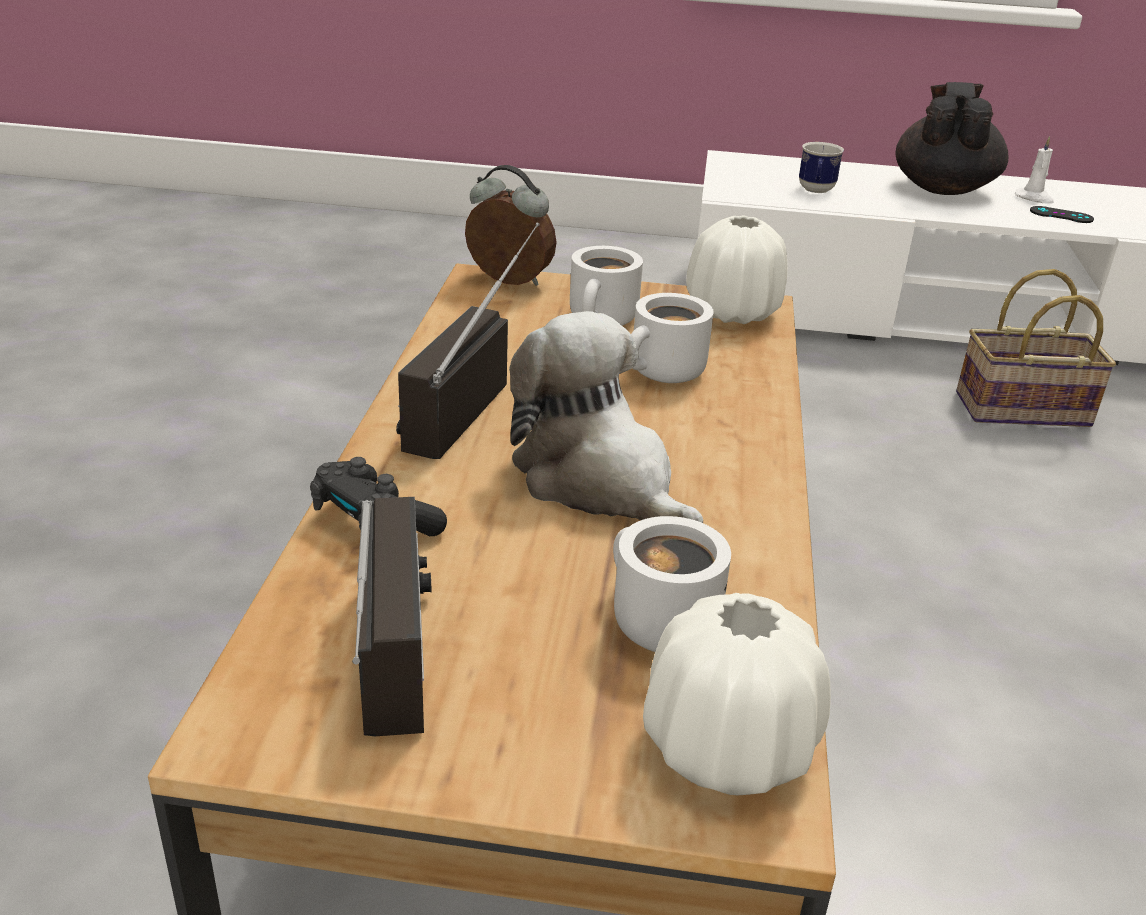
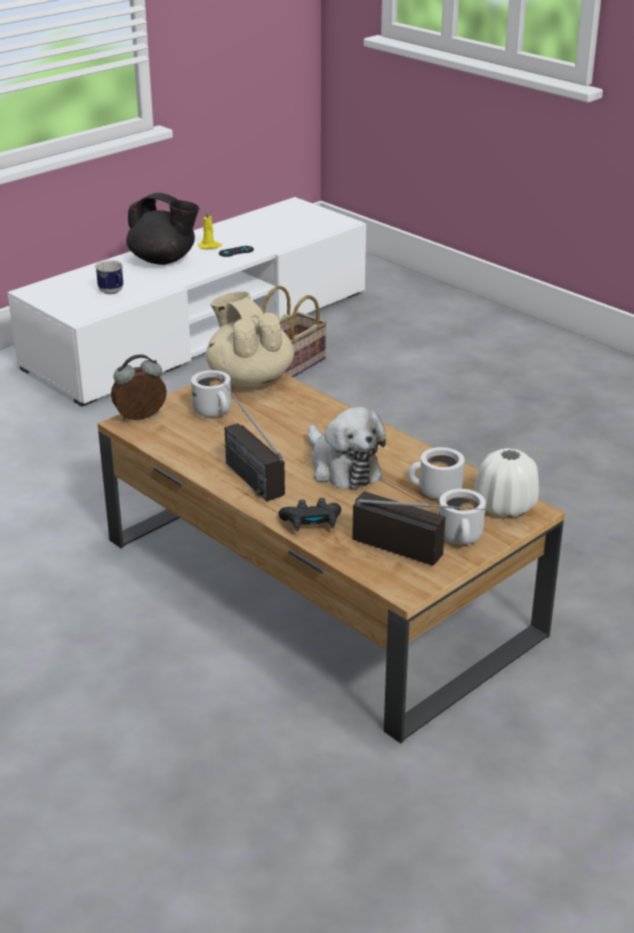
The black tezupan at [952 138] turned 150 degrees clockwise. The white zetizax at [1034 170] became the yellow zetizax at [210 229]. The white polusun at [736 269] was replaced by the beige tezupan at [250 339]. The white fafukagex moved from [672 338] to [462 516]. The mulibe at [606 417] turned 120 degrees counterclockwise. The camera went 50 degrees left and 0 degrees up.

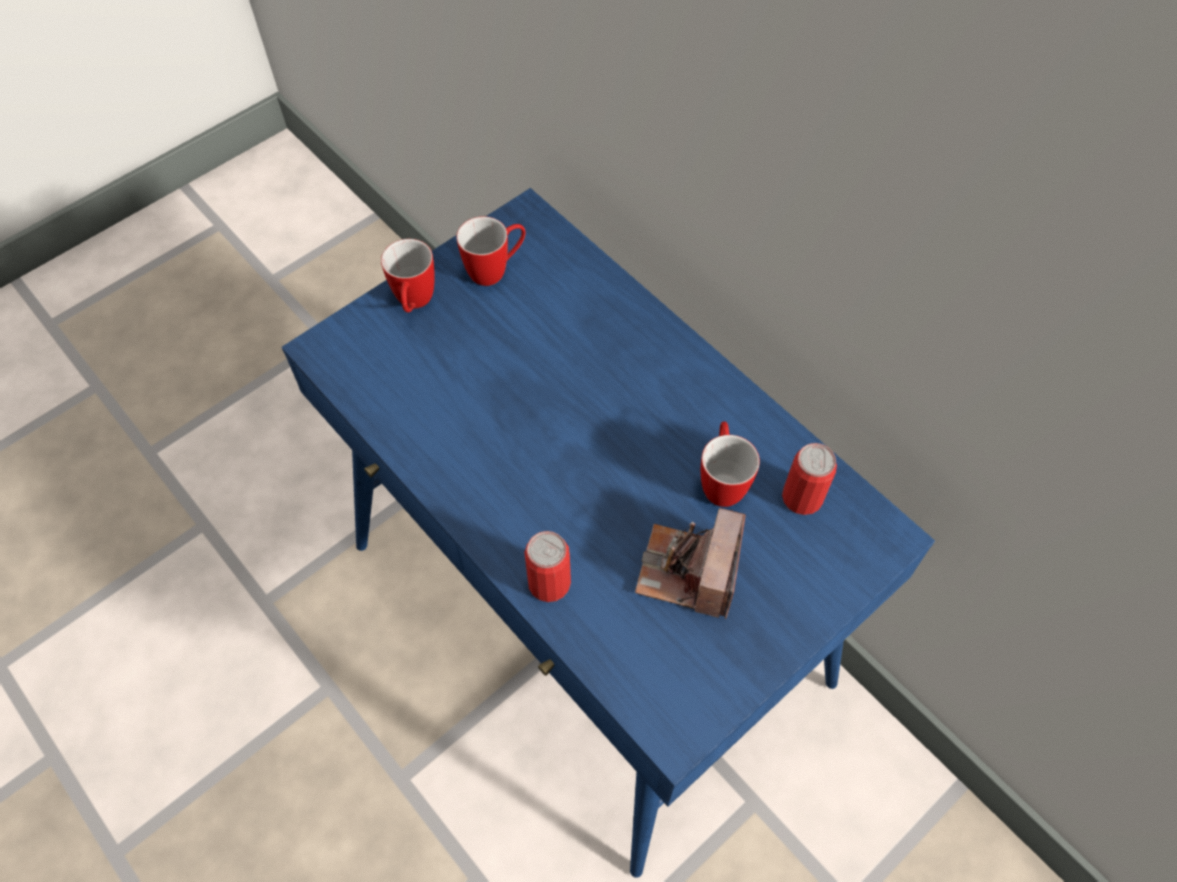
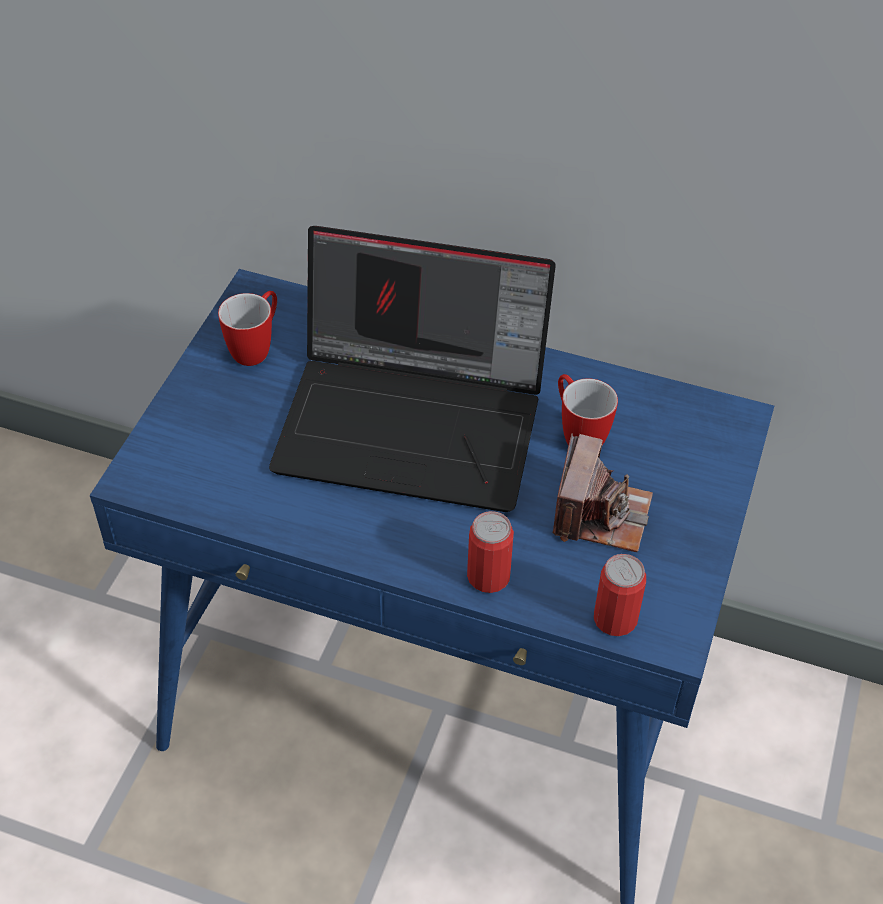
The fafukagex at [408 275] disappeared. The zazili moved from [809 479] to [620 595]. The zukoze at [690 563] turned 150 degrees counterclockwise. The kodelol at [412 369] appeared. The camera went 30 degrees left and 10 degrees down.

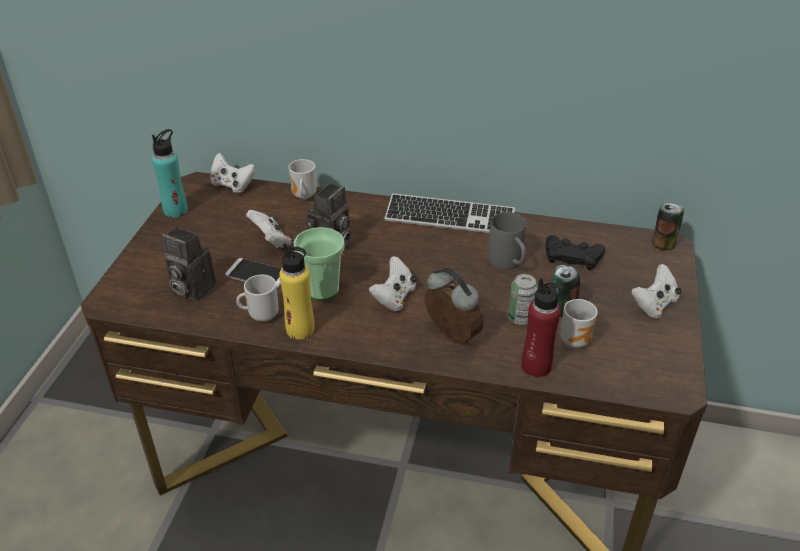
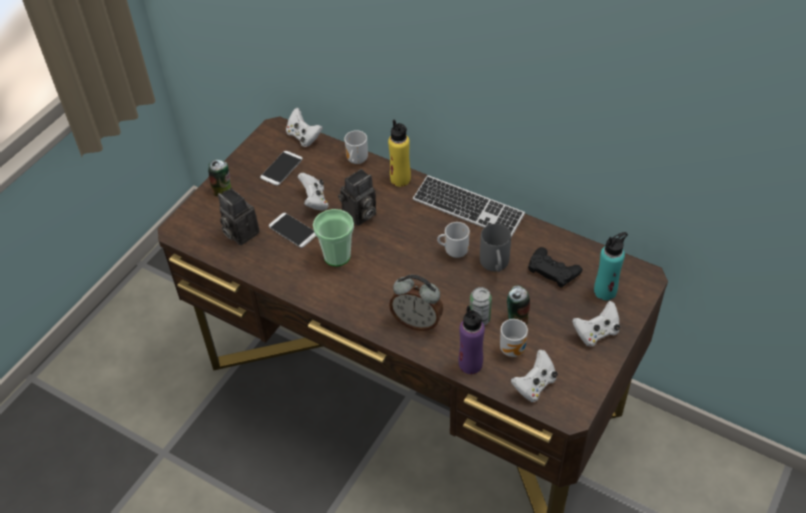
The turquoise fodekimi moved from [170 173] to [611 266]. The zazili moved from [668 226] to [219 178]. The yellow fodekimi moved from [297 291] to [399 153]. The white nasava moved from [393 283] to [534 376]. The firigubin at [454 306] turned 135 degrees clockwise. The fafukagex moved from [257 298] to [453 240]. The red fodekimi at [543 327] became the purple fodekimi at [472 339]. The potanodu at [281 168] appeared. The camera went 20 degrees right and 10 degrees up.

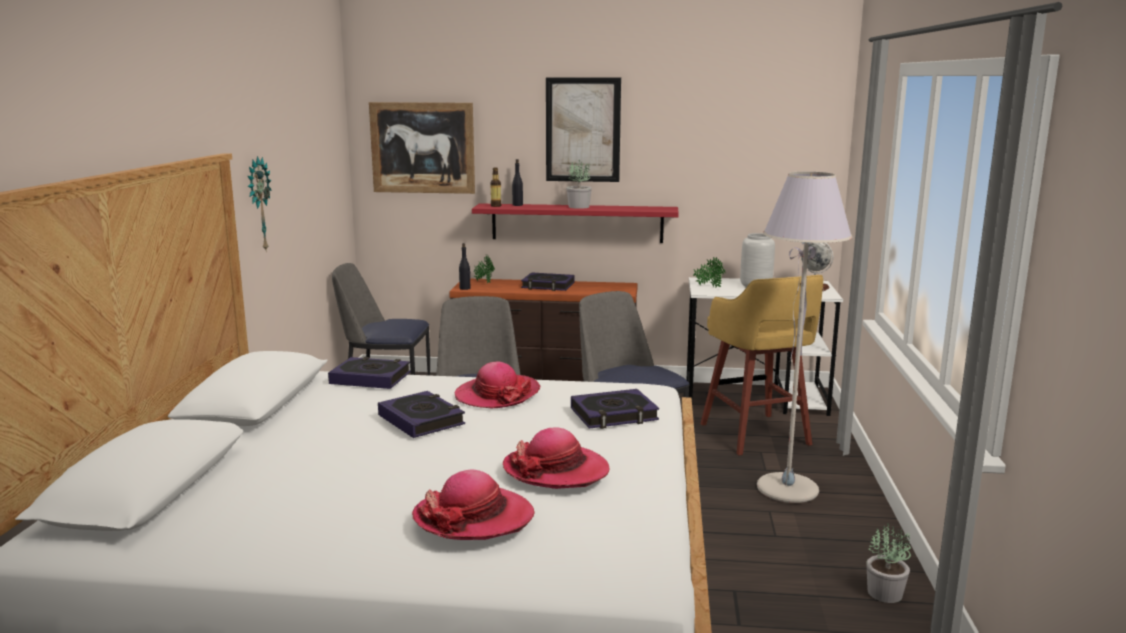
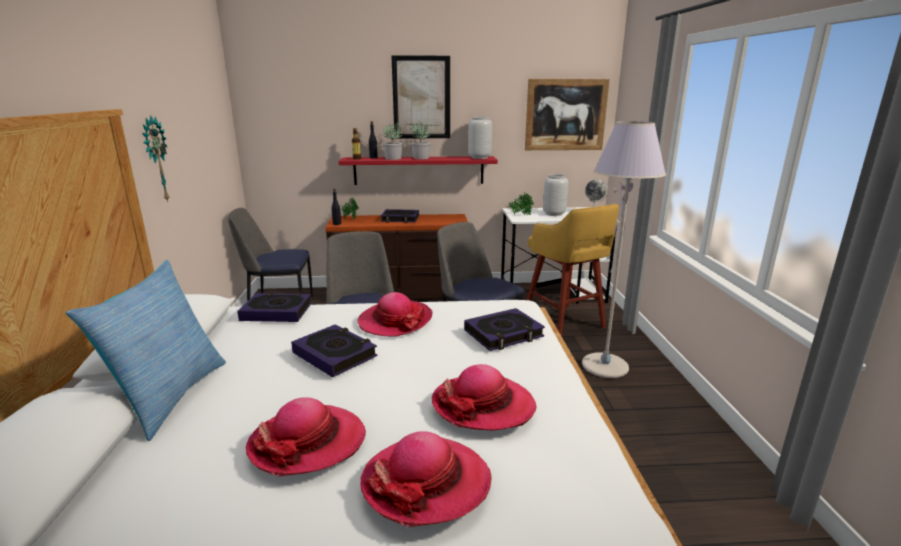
The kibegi moved from [422 148] to [567 114]. The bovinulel moved from [888 563] to [393 141]. The grey polusun at [480 138] appeared. The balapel at [145 350] appeared. The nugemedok at [306 437] appeared. The camera went 10 degrees left and 5 degrees up.

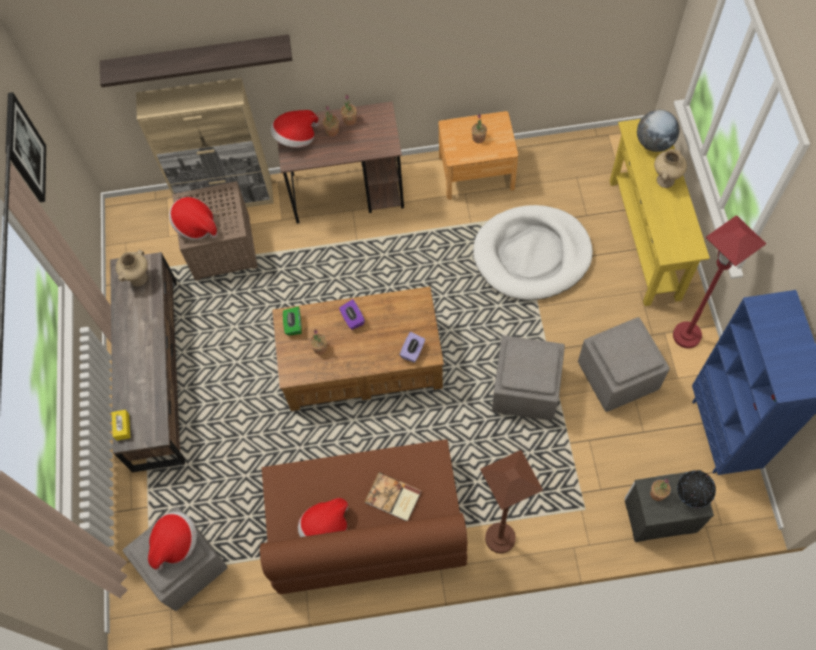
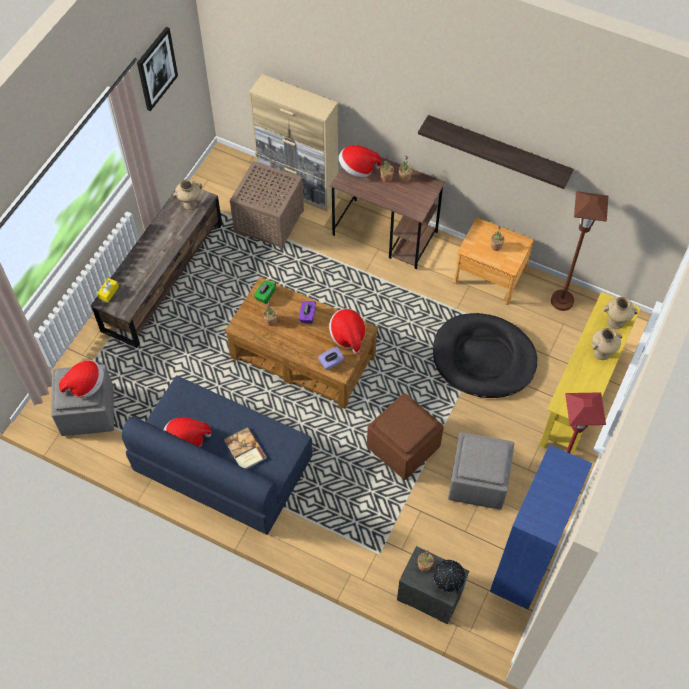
The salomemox moved from [196 60] to [496 152]. The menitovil at [658 131] was replaced by the beige polusun at [621 313]. The nugemedok moved from [193 218] to [347 331]. The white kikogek at [533 252] became the black kikogek at [485 355]. The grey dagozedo at [528 378] became the brown dagozedo at [405 436]. The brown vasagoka at [364 516] became the blue vasagoka at [217 455]. The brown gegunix moved from [511 502] to [579 251]. The camera went 30 degrees right and 5 degrees down.

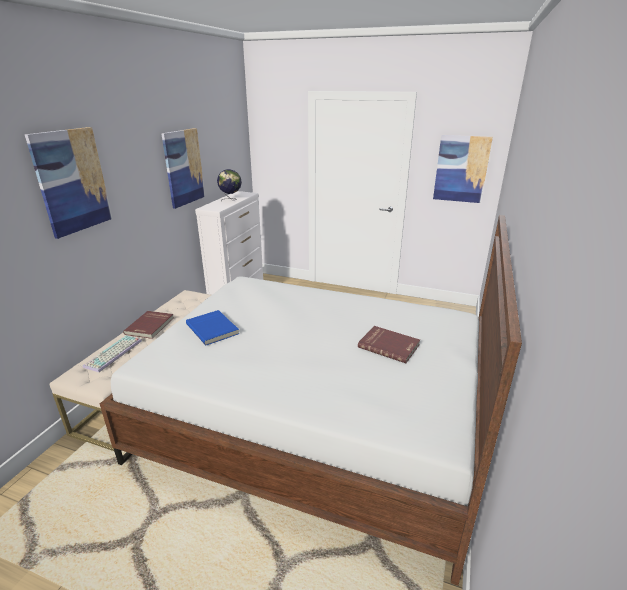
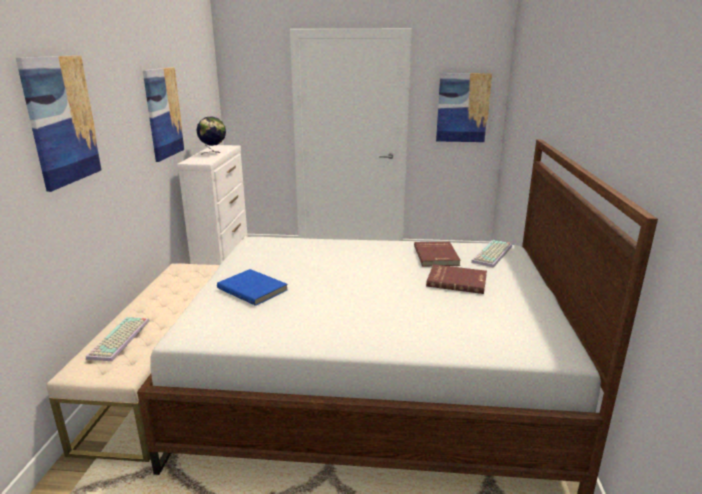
The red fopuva moved from [148 325] to [437 254]. The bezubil at [491 254] appeared. The camera went 15 degrees left and 5 degrees down.

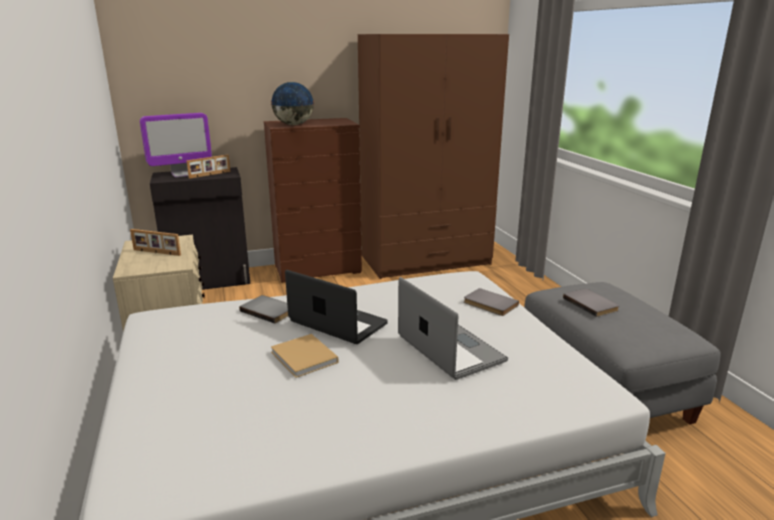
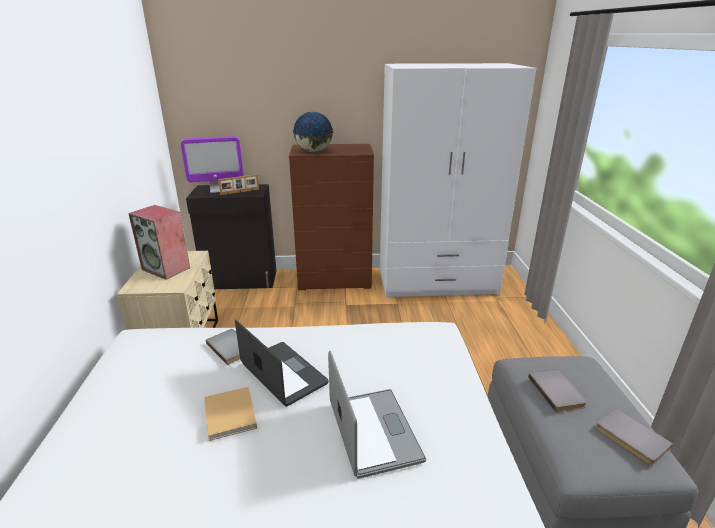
The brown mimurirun at [433 156] became the white mimurirun at [458 180]. The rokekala at [155 242] was replaced by the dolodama at [159 242]. The grey fopuva moved from [491 302] to [634 437]. The camera went 15 degrees right and 5 degrees up.

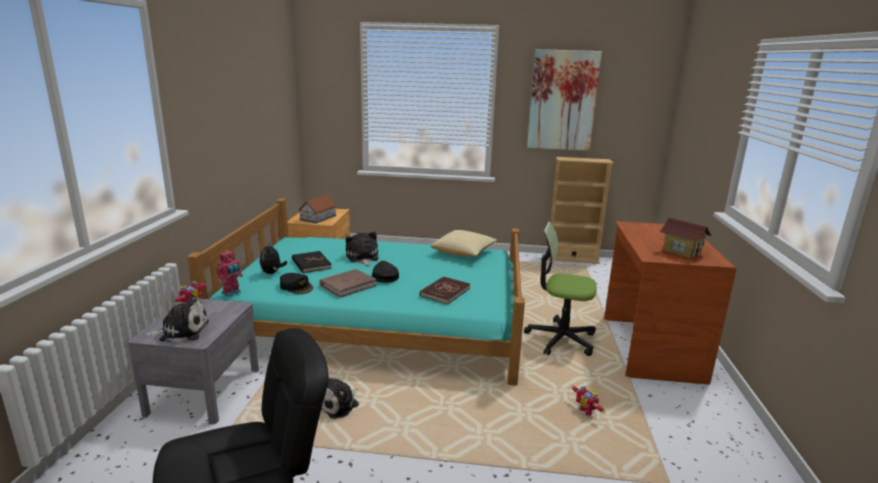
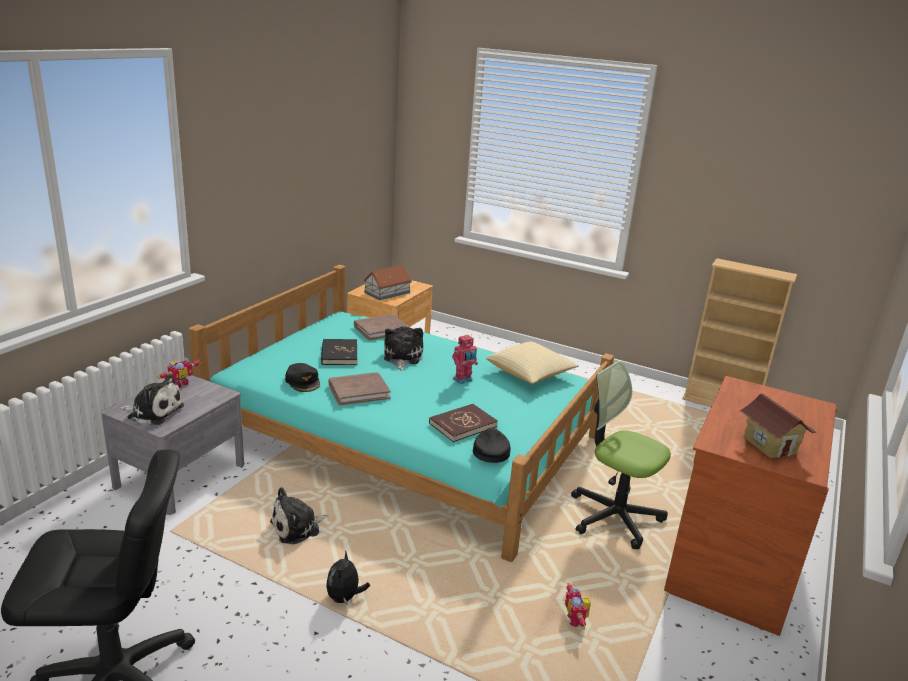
The kibegi at [564 100] disappeared. The mulibe moved from [273 258] to [348 577]. The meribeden moved from [229 273] to [465 359]. The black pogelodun moved from [385 272] to [492 445]. The brown fopuva at [381 327] appeared. The camera went 20 degrees right and 5 degrees up.

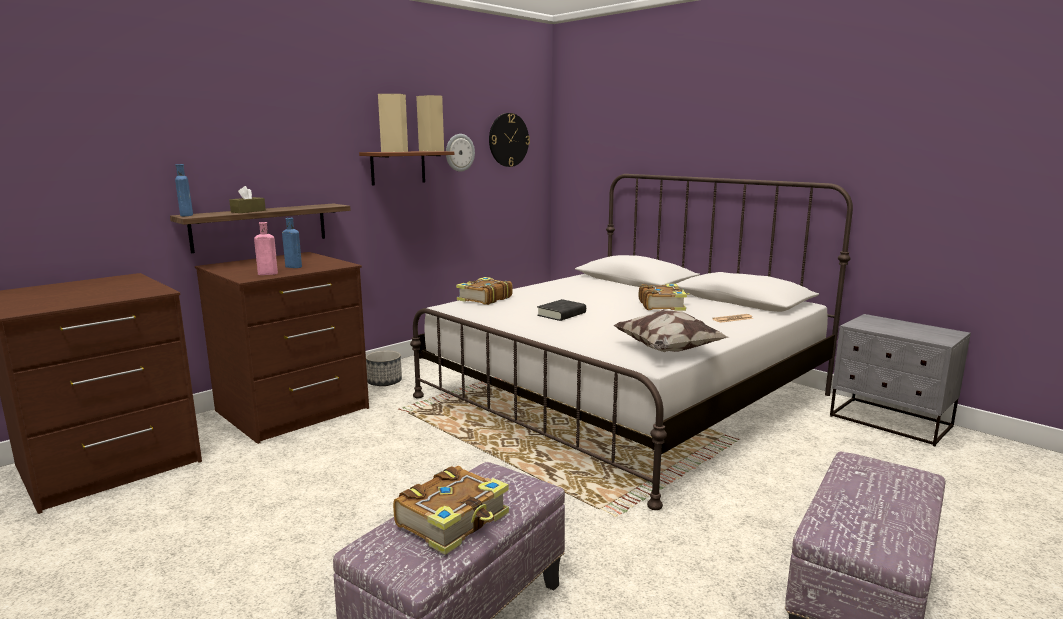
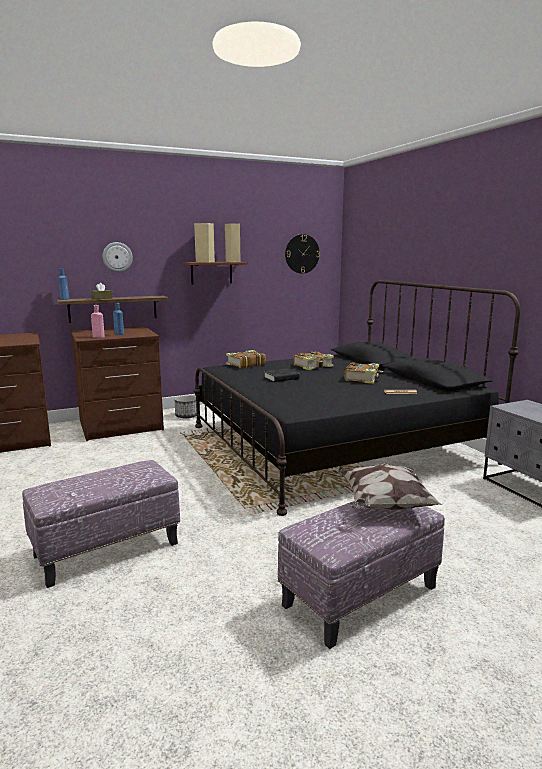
The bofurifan moved from [460 153] to [118 257]. The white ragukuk at [631 342] became the black ragukuk at [357 398]. The balapel moved from [670 330] to [390 486]. The fopuva moved from [451 510] to [313 360]. The camera went 20 degrees right and 0 degrees up.

